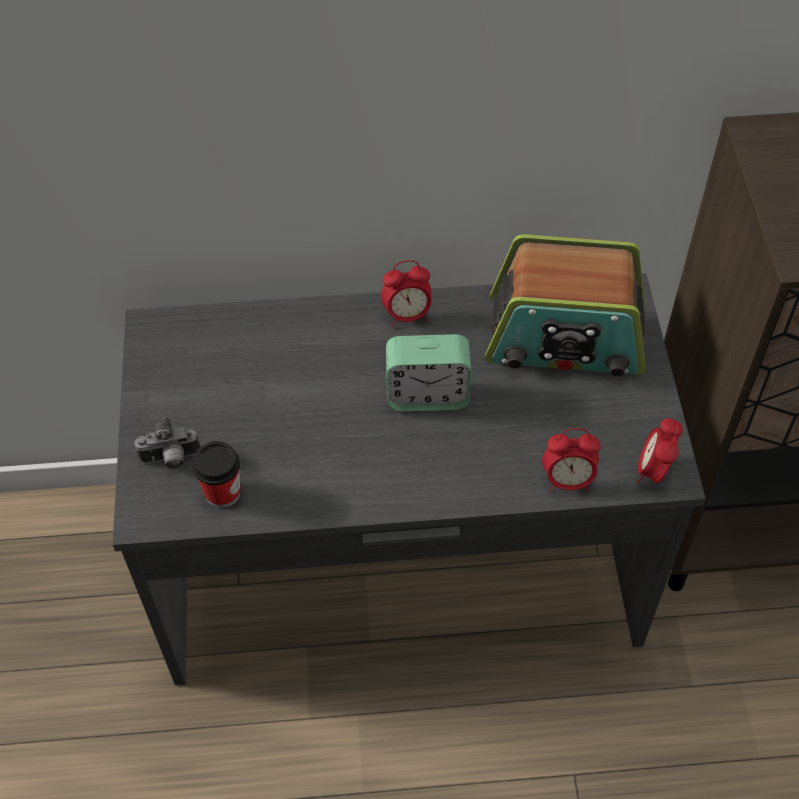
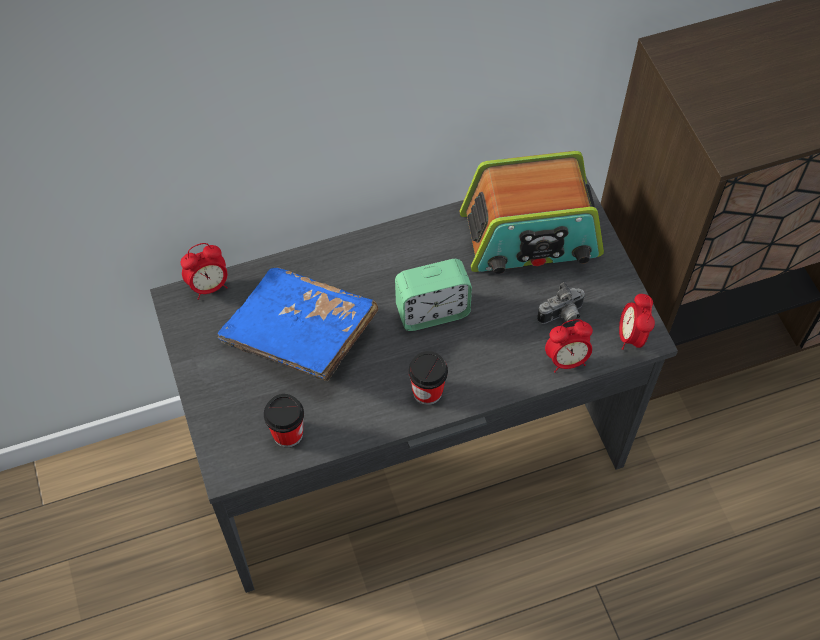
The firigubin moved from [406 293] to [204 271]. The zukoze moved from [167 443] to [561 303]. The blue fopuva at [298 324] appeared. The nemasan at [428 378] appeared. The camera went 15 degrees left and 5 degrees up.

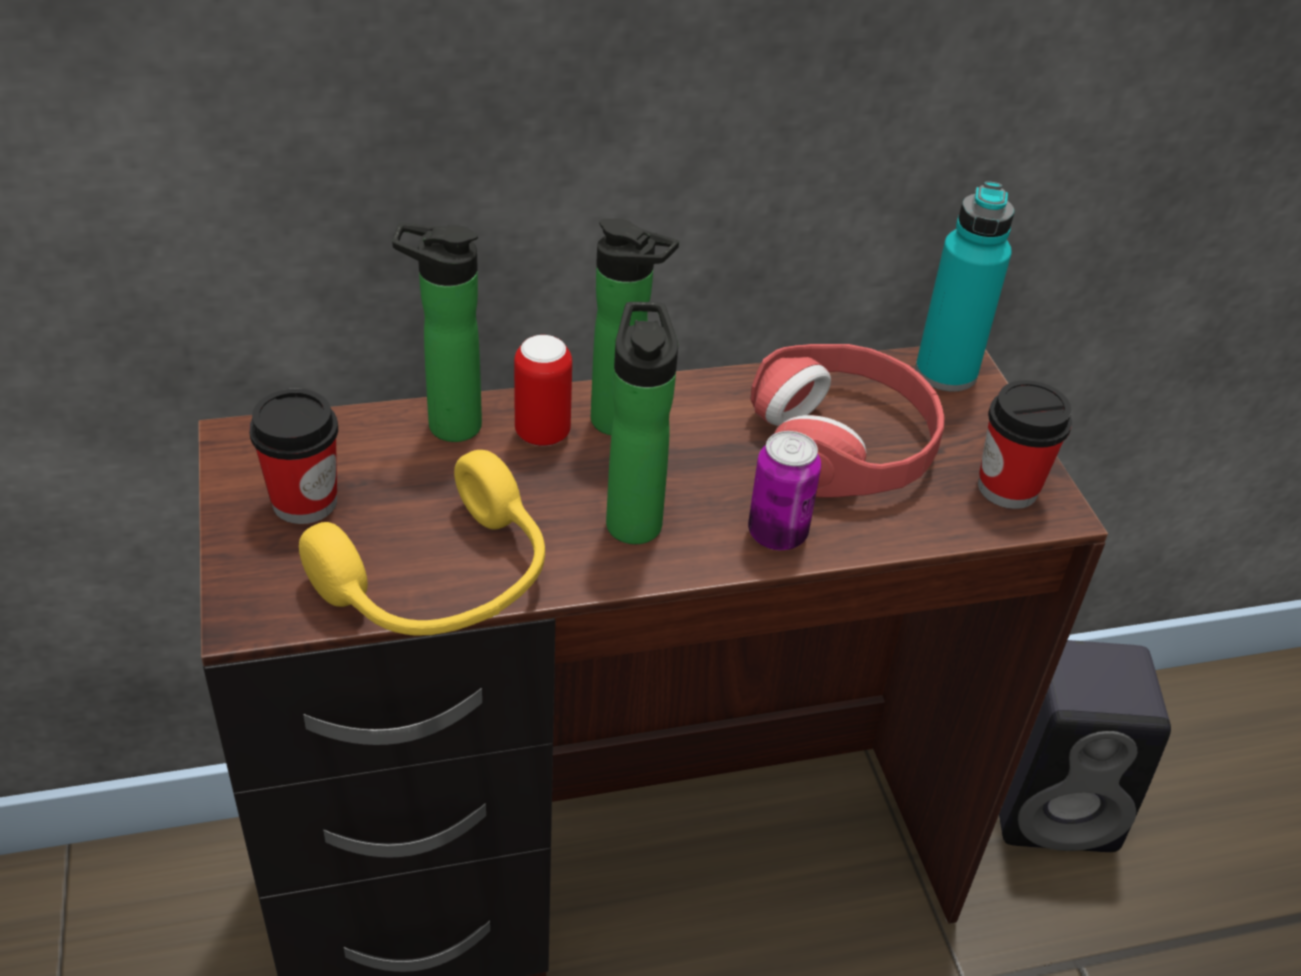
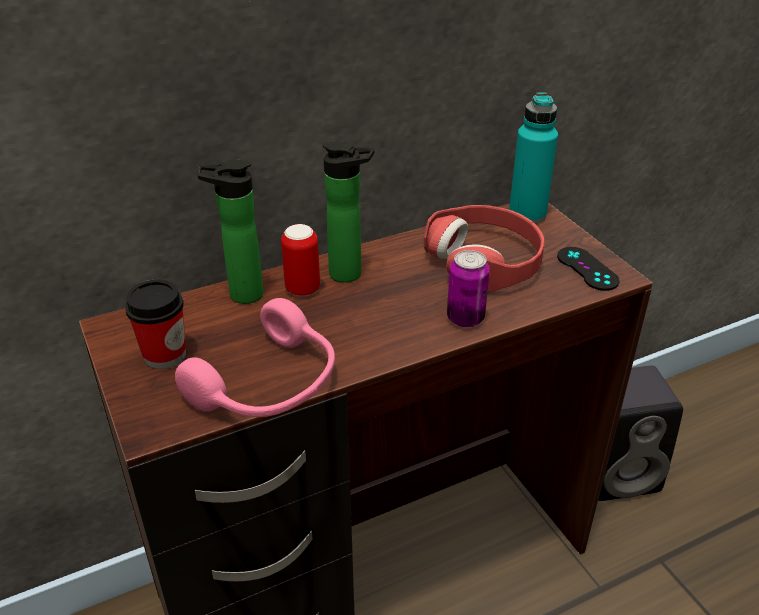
The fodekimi at [642 423] disappeared. The nemasan at [1025 444] was replaced by the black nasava at [588 269]. The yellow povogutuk at [422 543] became the pink povogutuk at [255 357]. The camera went 10 degrees left and 5 degrees down.

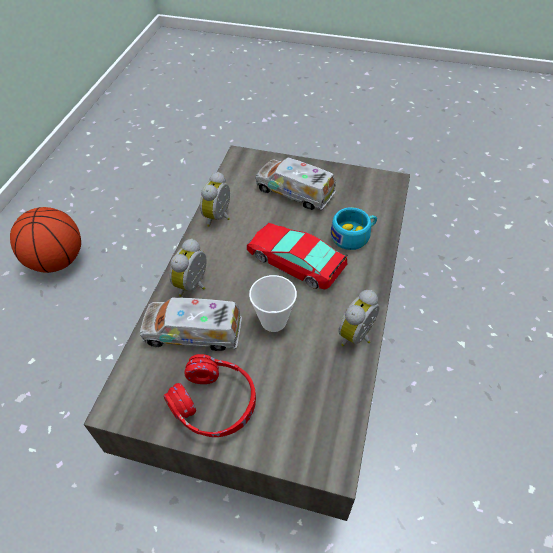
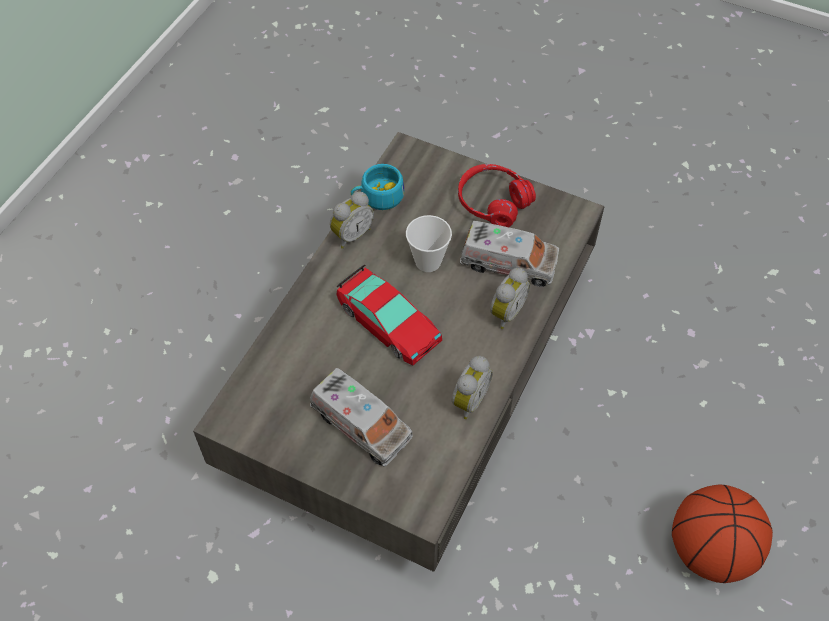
The turquoise nemasan moved from [353 228] to [377 187]. The camera went 170 degrees left and 5 degrees up.

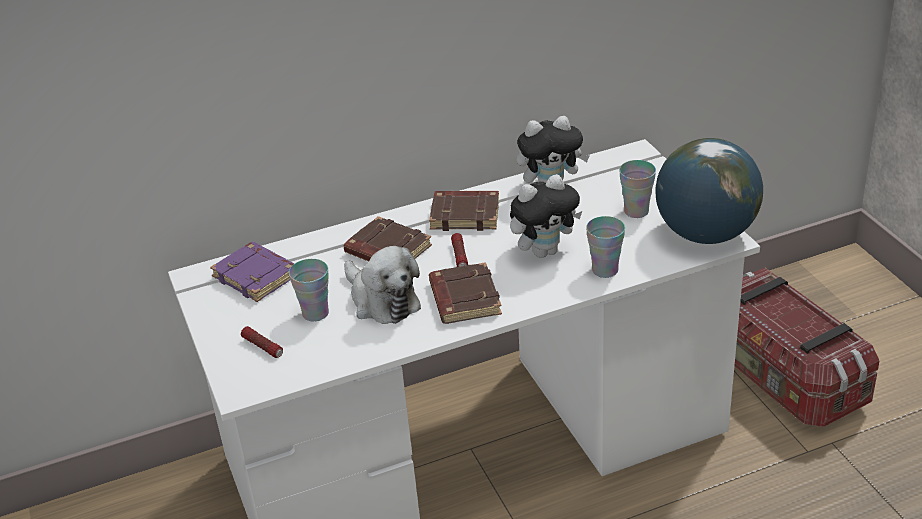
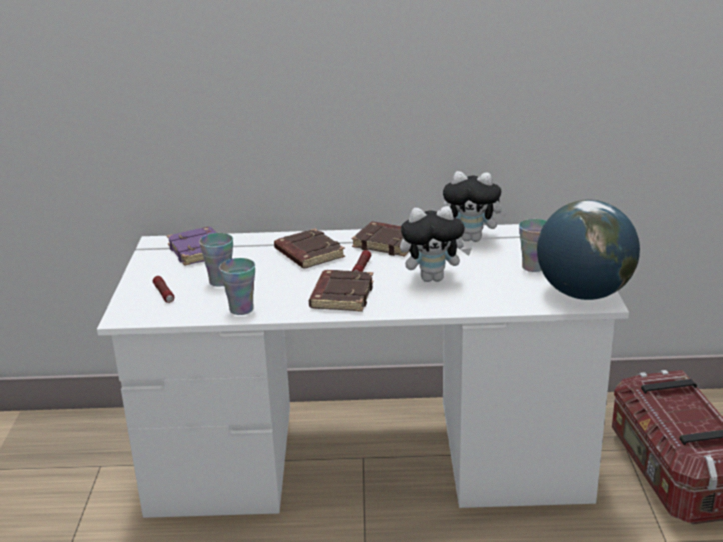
The nemasan moved from [605 247] to [237 286]. The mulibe at [382 285] disappeared. The camera went 20 degrees right and 10 degrees down.

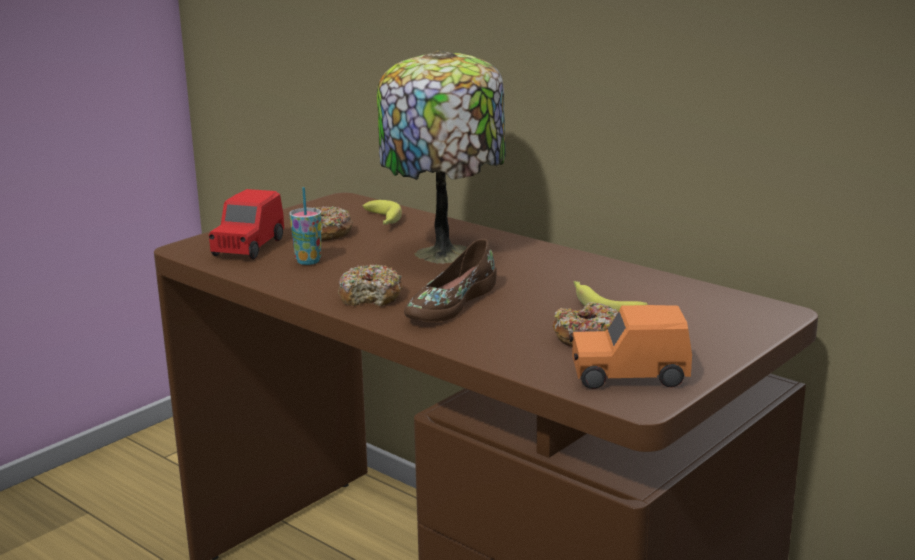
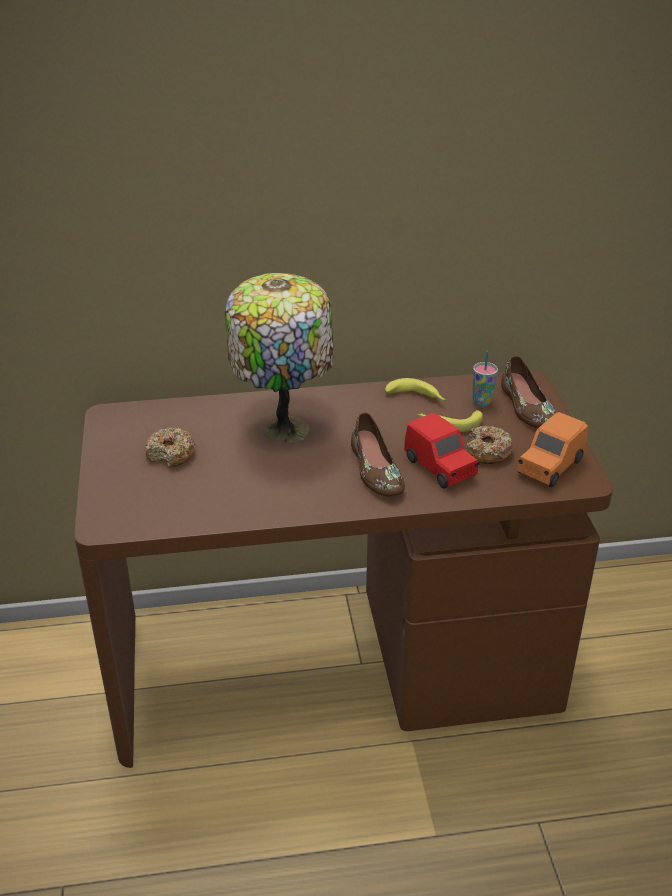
The nemasan moved from [305 226] to [485 378]. The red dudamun moved from [246 224] to [441 450]. The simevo moved from [382 212] to [415 390]. The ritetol at [370 285] disappeared. The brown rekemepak at [528 392] appeared. The camera went 50 degrees left and 15 degrees up.

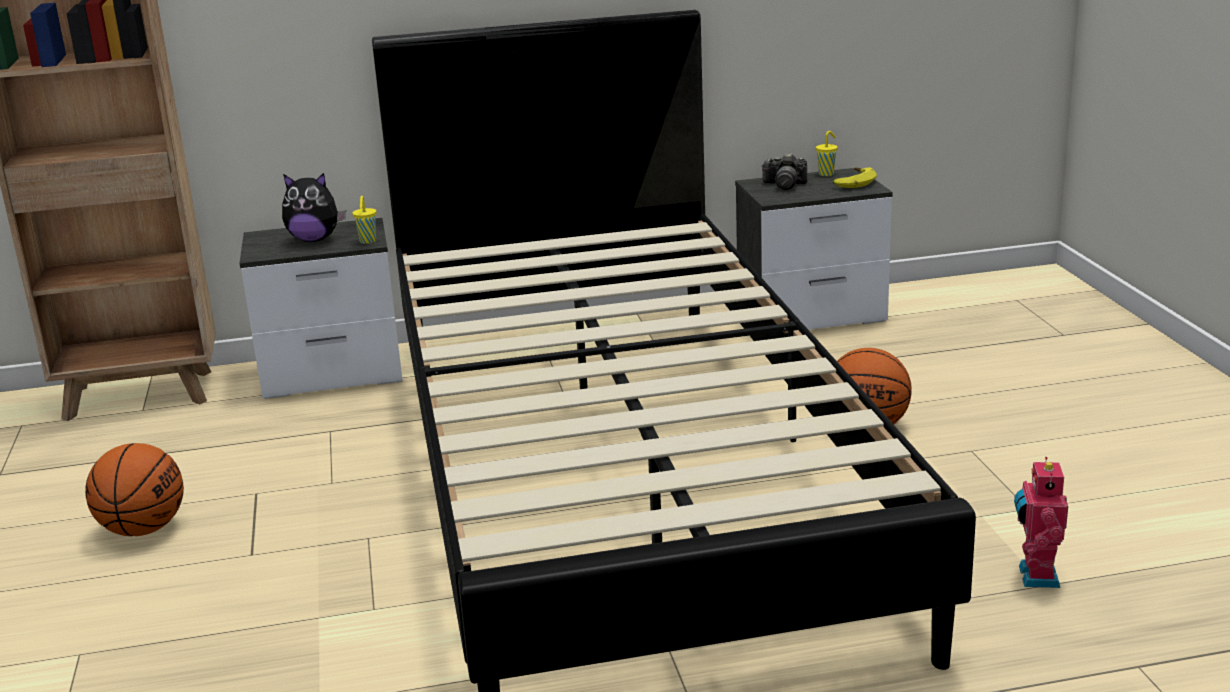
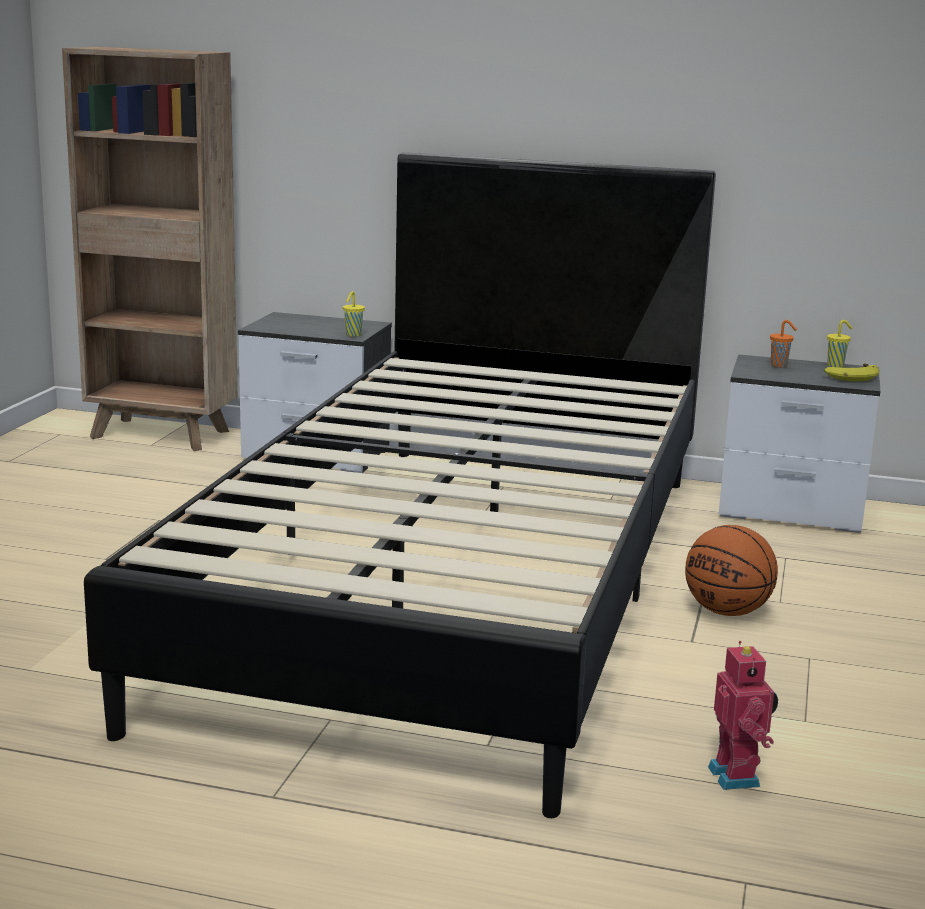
The zukoze at [784 171] was replaced by the orange nemasan at [783 344]. The mulibe at [314 207] disappeared. The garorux at [134 489] disappeared. The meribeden at [1041 522] turned 135 degrees clockwise. The camera went 25 degrees right and 5 degrees down.

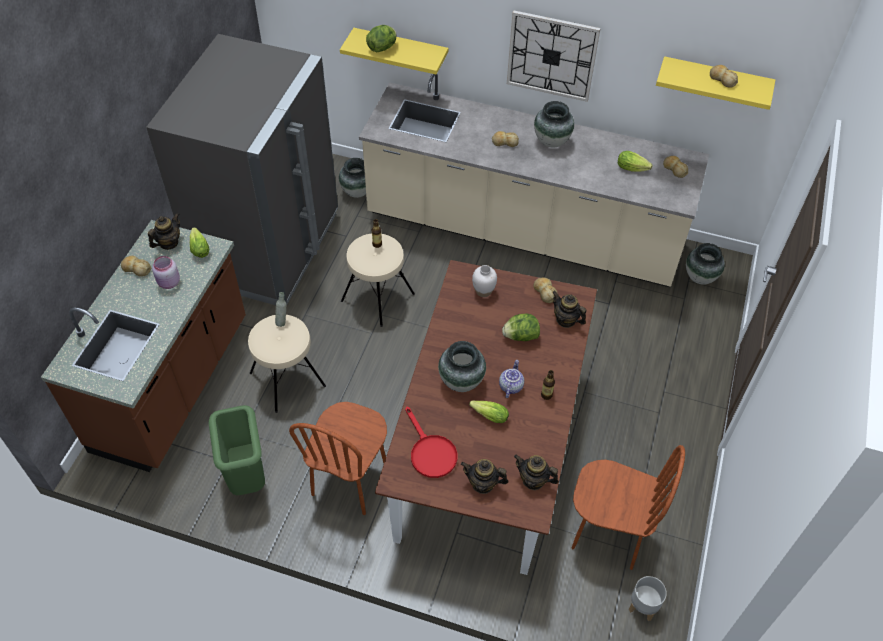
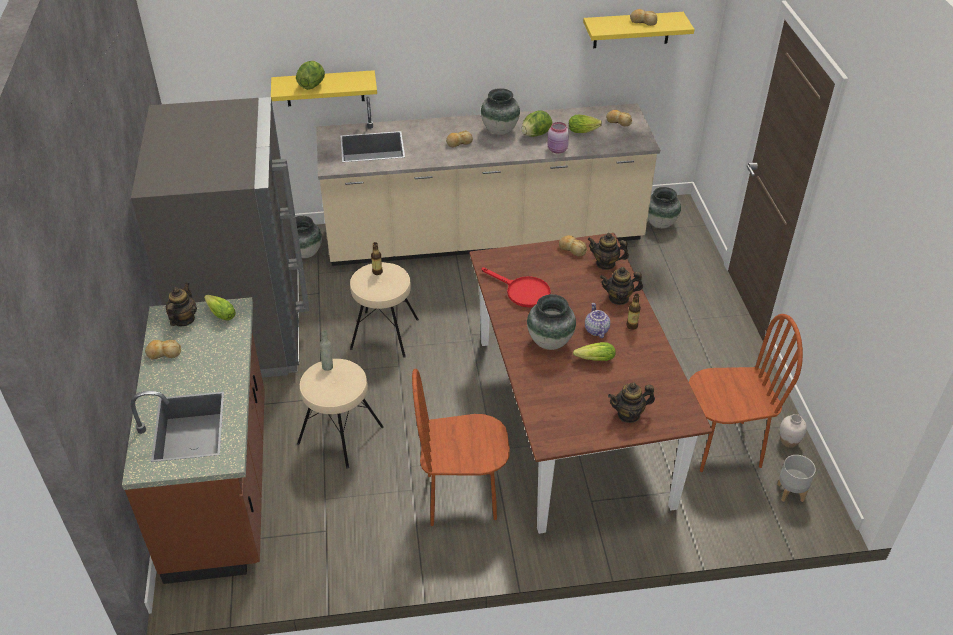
The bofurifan at [554 56] disappeared. The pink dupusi moved from [166 272] to [558 137]. The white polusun moved from [484 281] to [793 431]. The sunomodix moved from [521 327] to [537 123]. The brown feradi at [338 458] turned 90 degrees clockwise. The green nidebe at [237 450] disappeared. The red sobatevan moved from [431 442] to [516 288]. The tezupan moved from [536 472] to [621 286]. The camera went 25 degrees left and 10 degrees down.

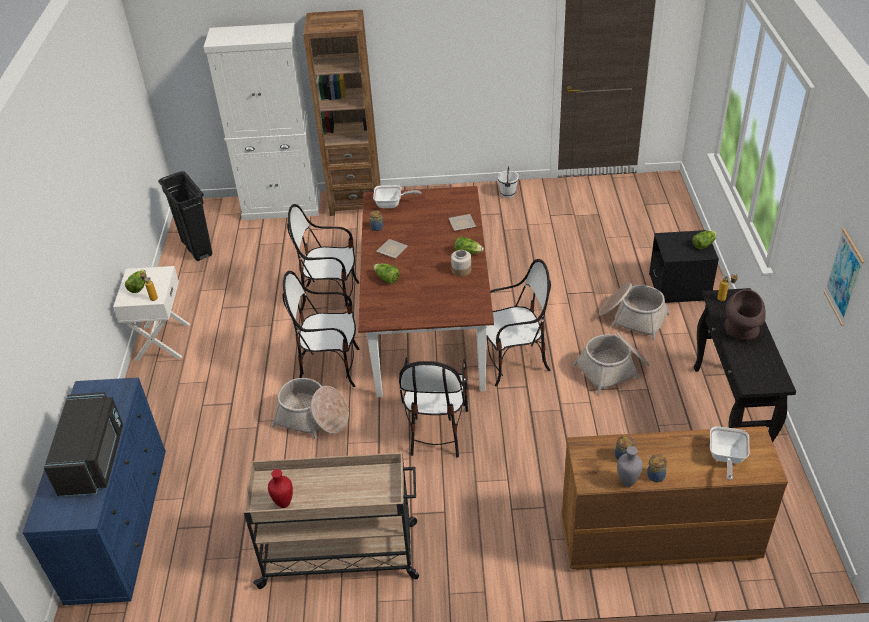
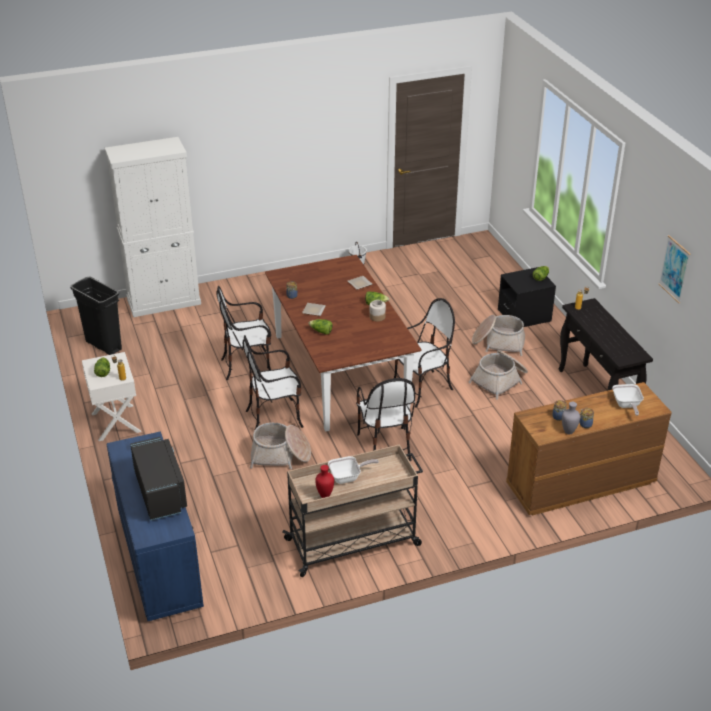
The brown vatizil at [342 113] disappeared. The sobatevan moved from [397 196] to [353 470]. The brown polusun at [745 314] disappeared. The camera went 20 degrees left and 5 degrees down.

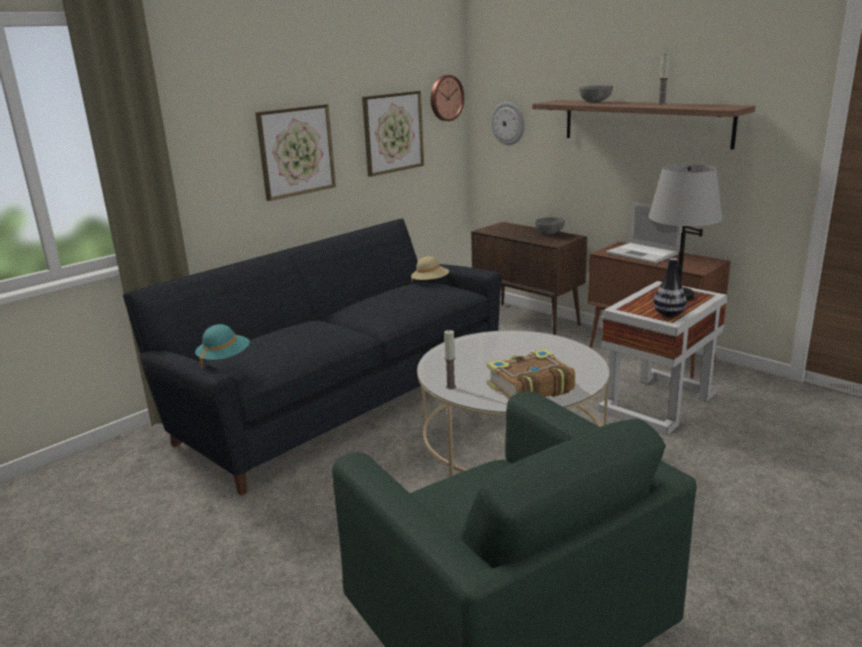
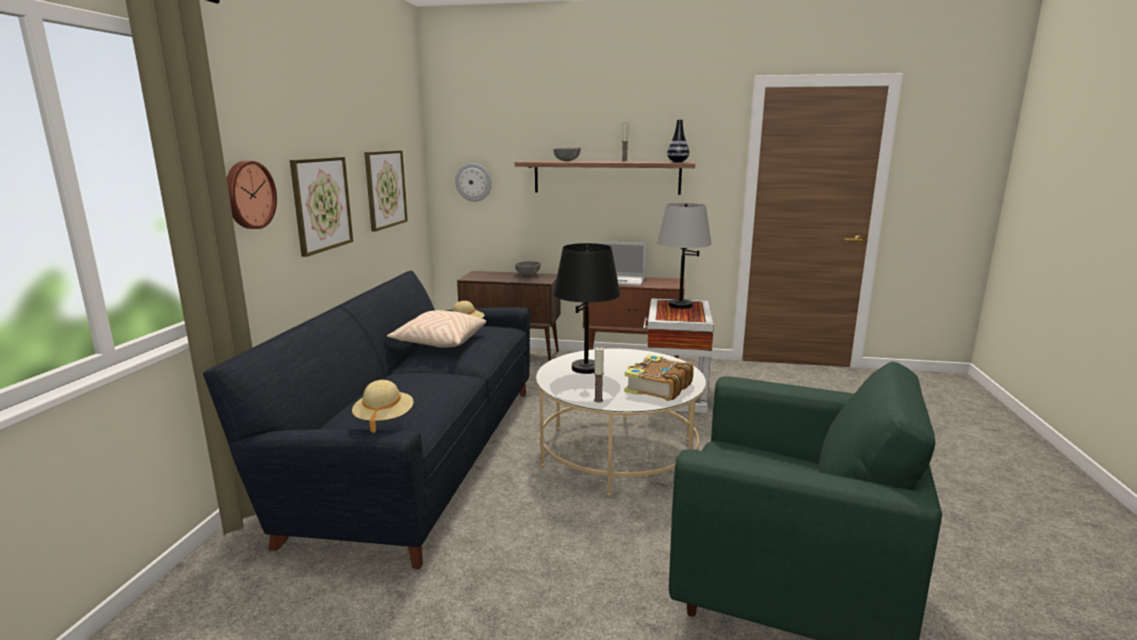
The bofurifan moved from [447 98] to [252 195]. The polusun moved from [670 287] to [678 140]. The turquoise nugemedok at [222 346] became the beige nugemedok at [383 406]. The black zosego at [586 308] appeared. The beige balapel at [436 329] appeared. The camera went 35 degrees left and 5 degrees down.

